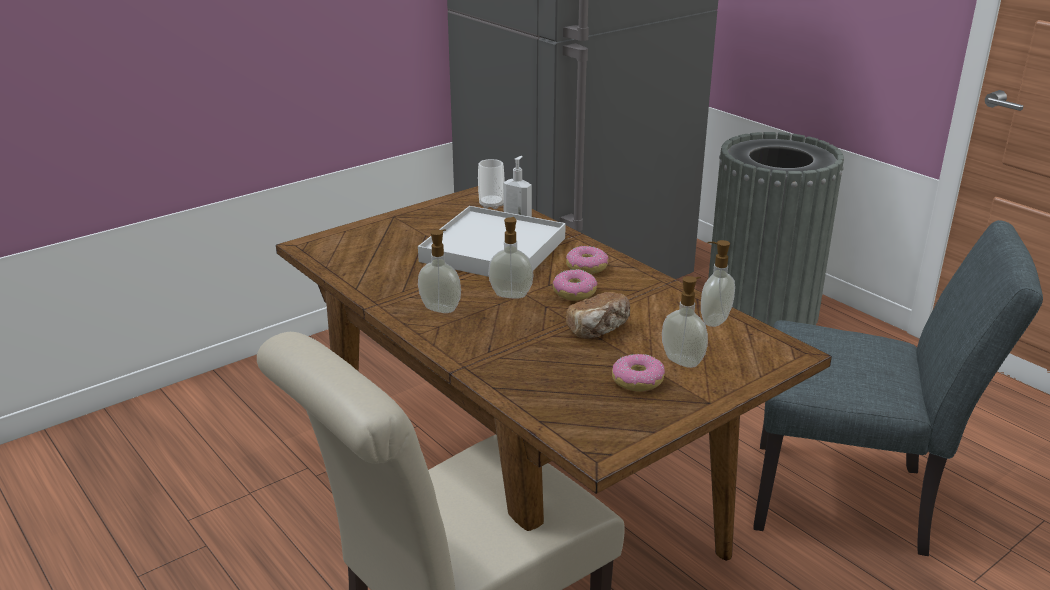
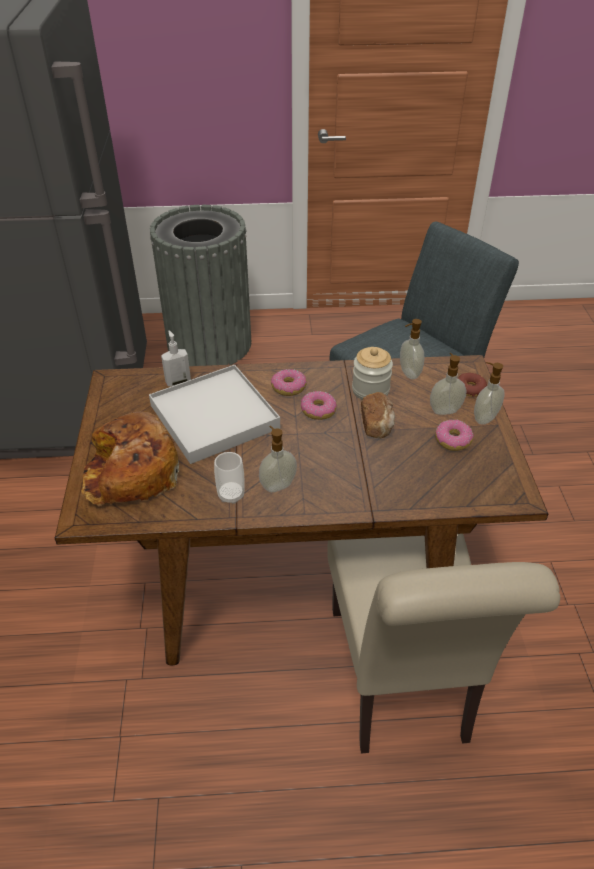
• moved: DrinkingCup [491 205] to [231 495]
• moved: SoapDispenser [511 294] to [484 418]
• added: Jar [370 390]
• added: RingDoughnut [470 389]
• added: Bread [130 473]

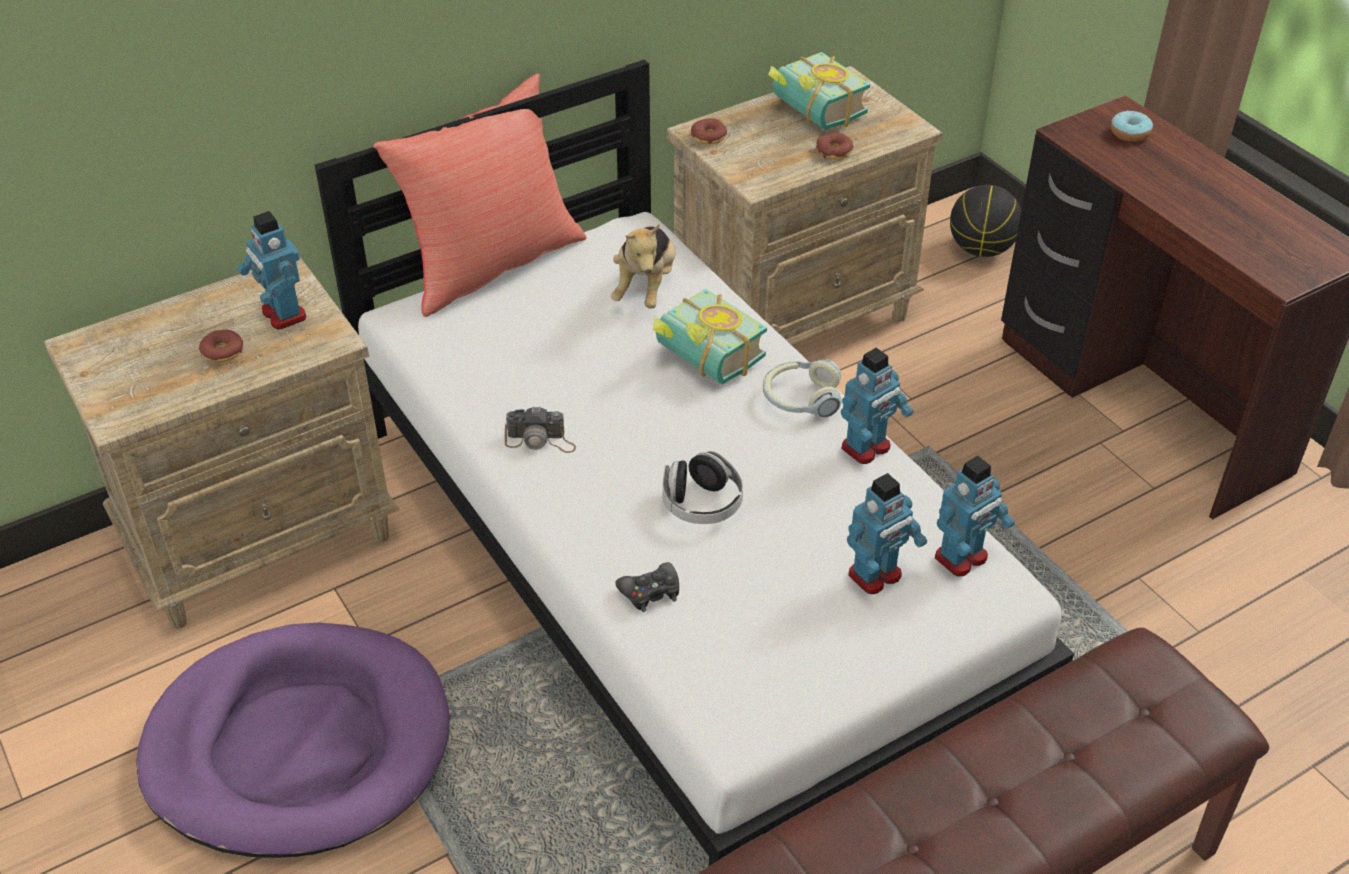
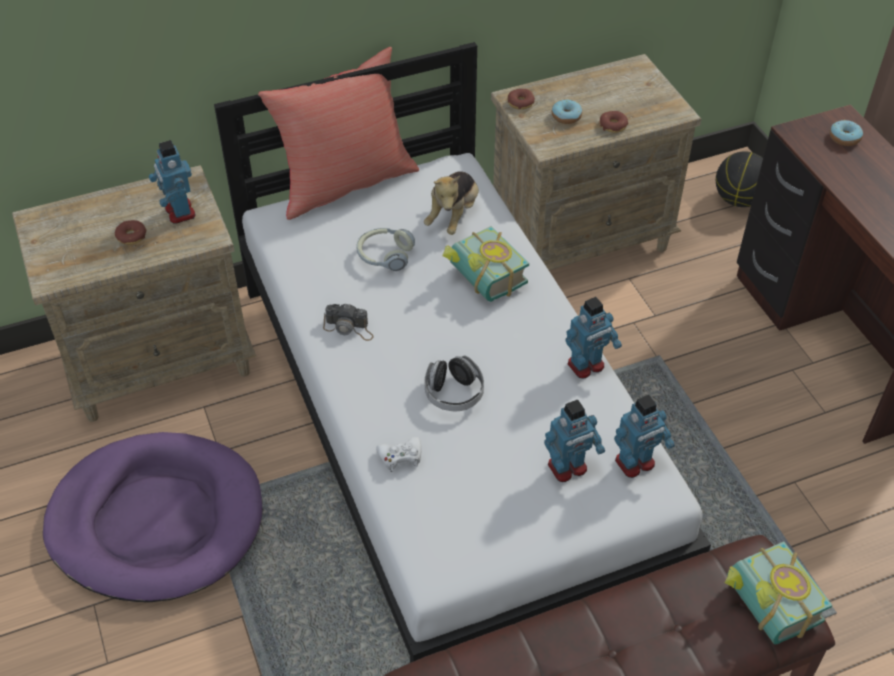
• moved: Volume [811 113] to [764 608]
• moved: Headphones [801 399] to [384 255]
• recoloured: BlackishGamepad [650 592] to WhiteGamepad [400 457]
• added: RingDoughnut [566 116]

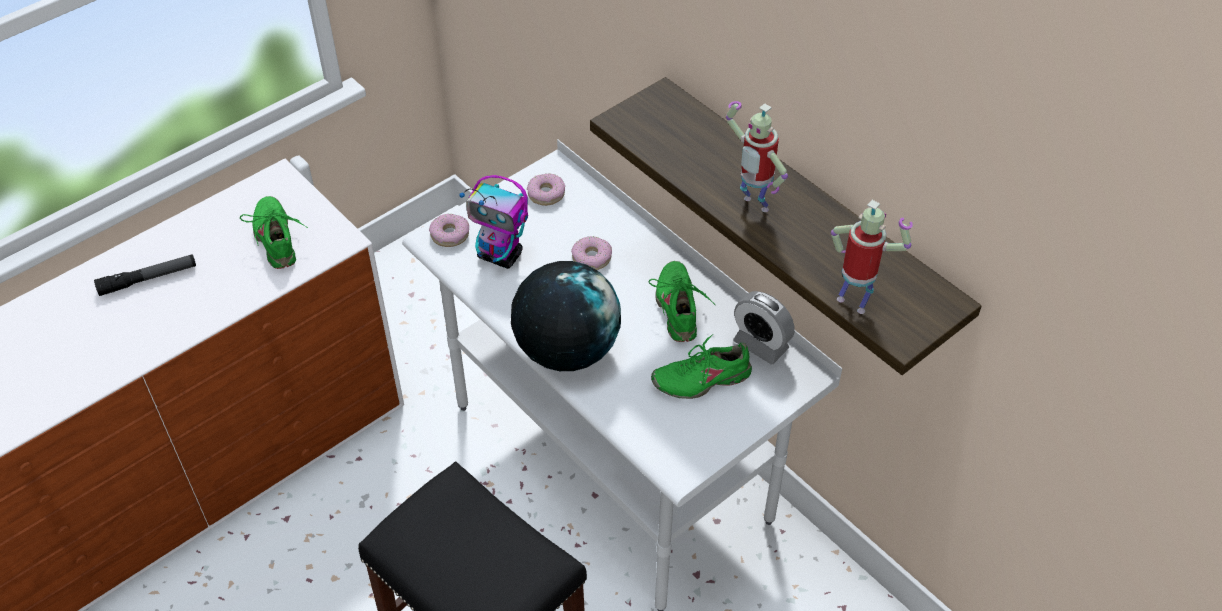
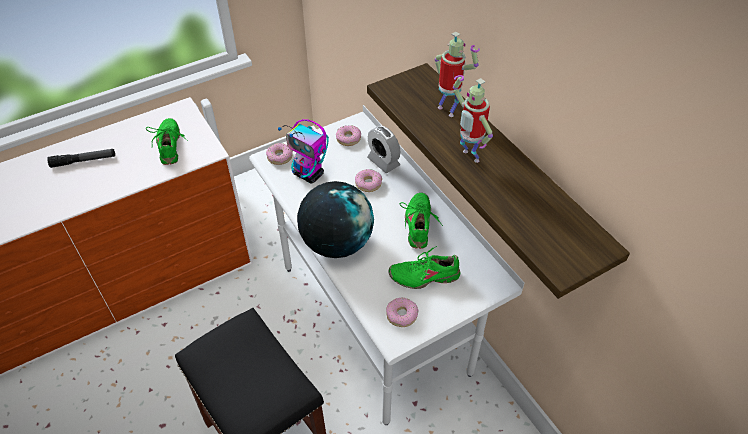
• moved: ToyRobot [854 302] to [448 110]
• moved: TableClock [761 345] to [383 162]
• added: RingDoughnut [401 315]

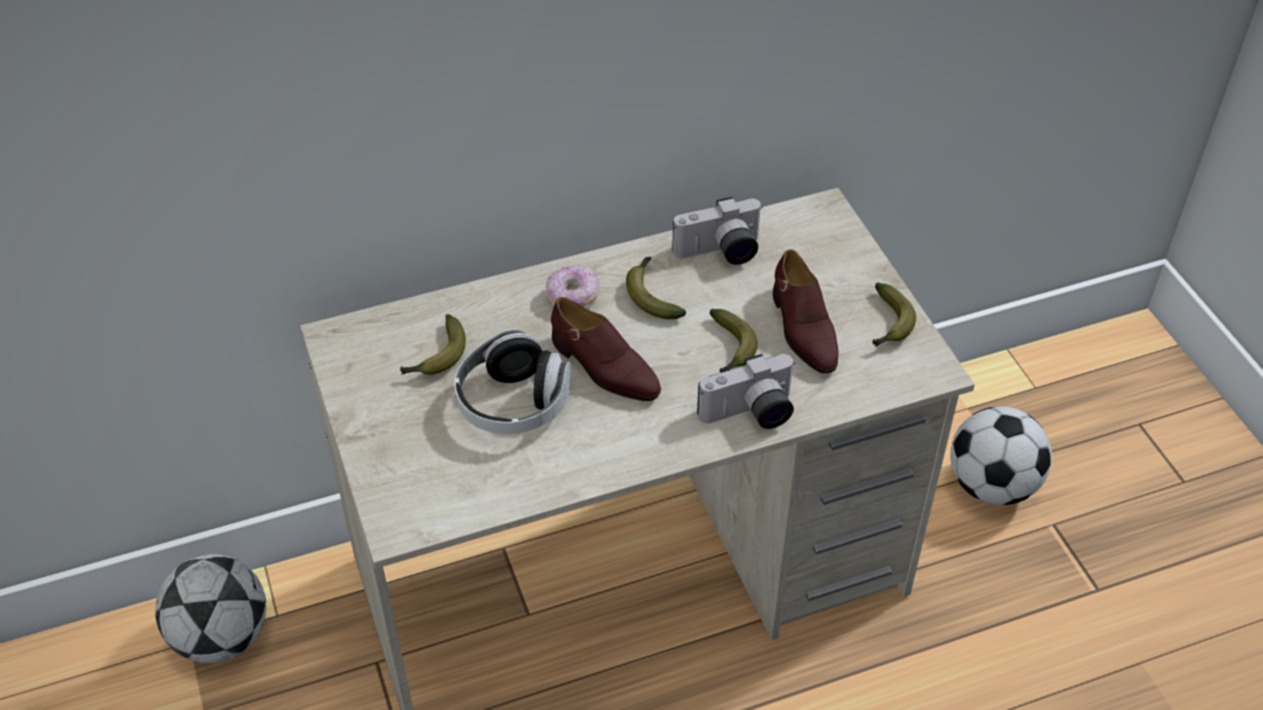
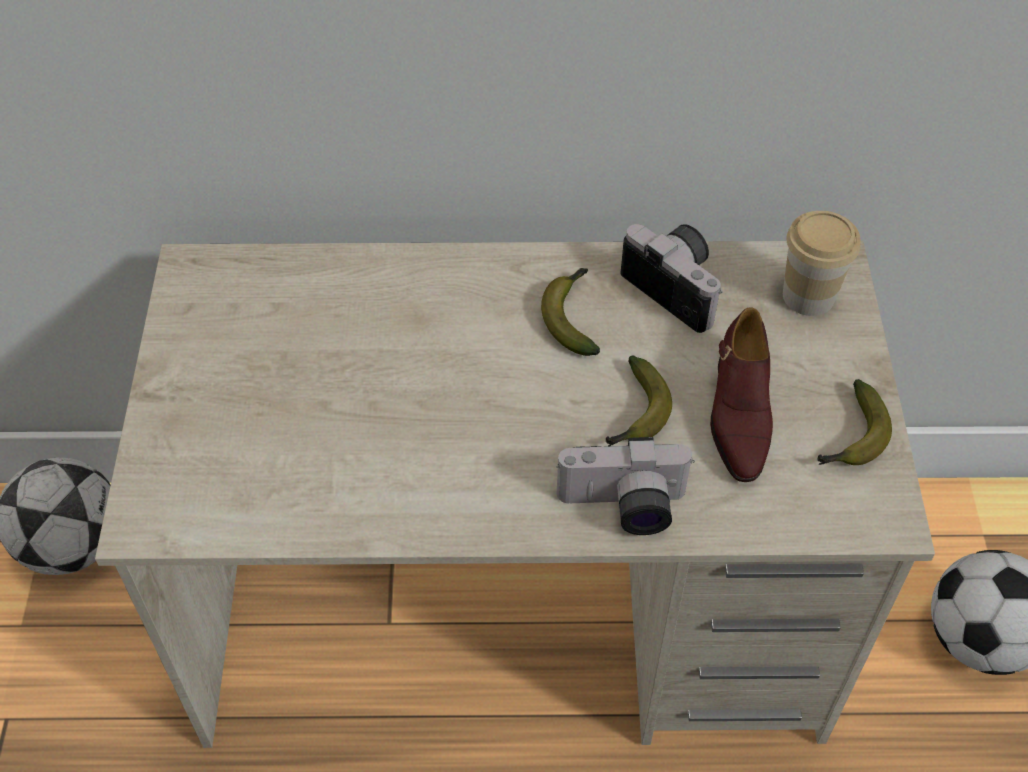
• turned: PhotoCamera [720 253] = [679 286] 135 degrees counterclockwise
• removed: RingDoughnut [573 297]
• removed: BrownishShoe [604 368]
• removed: WholeBanana [437 357]
• removed: Headphones [513 403]
• added: DrinkingCup [808 296]

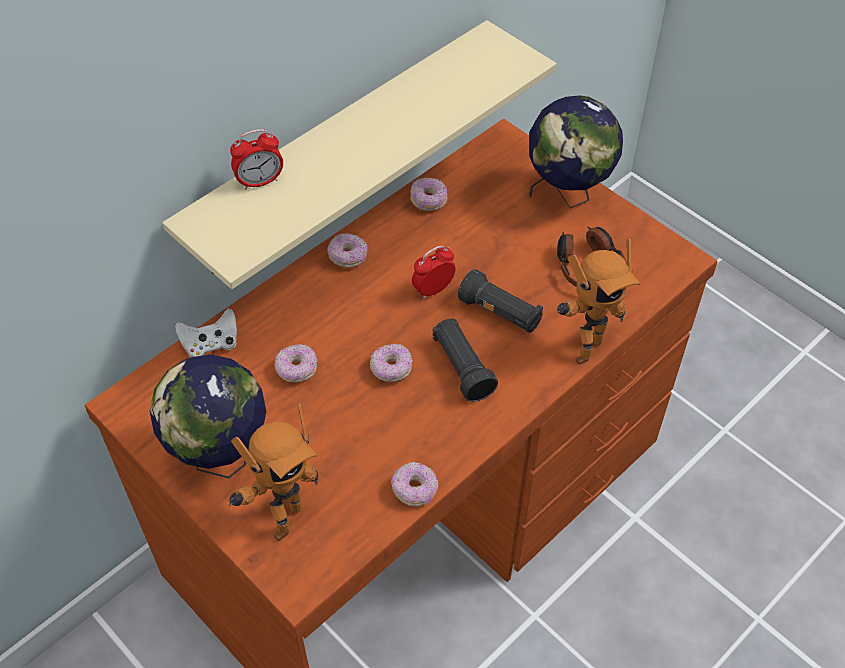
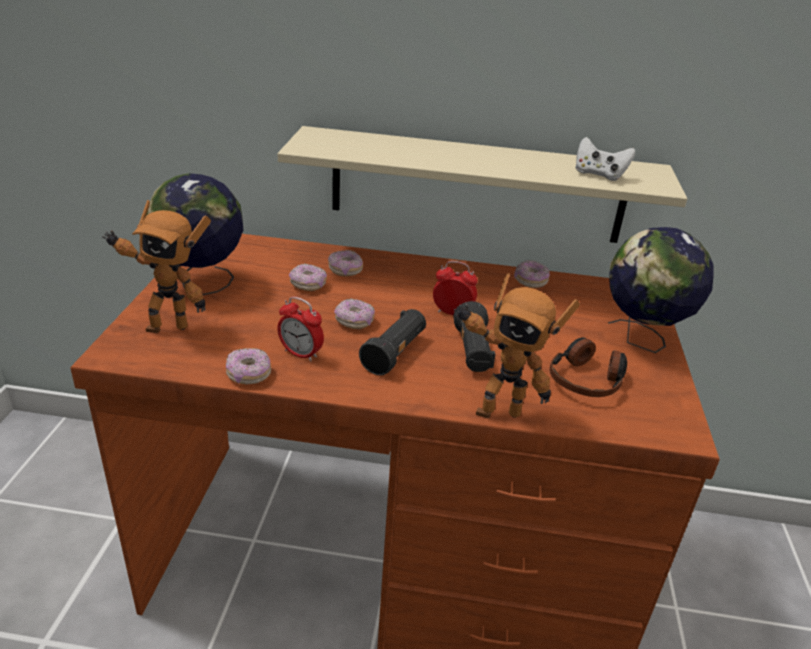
• moved: TableClock [260 182] to [301 354]
• moved: RingDoughnut [348 257] to [345 271]
• moved: WhiteGamepad [211 345] to [599 175]

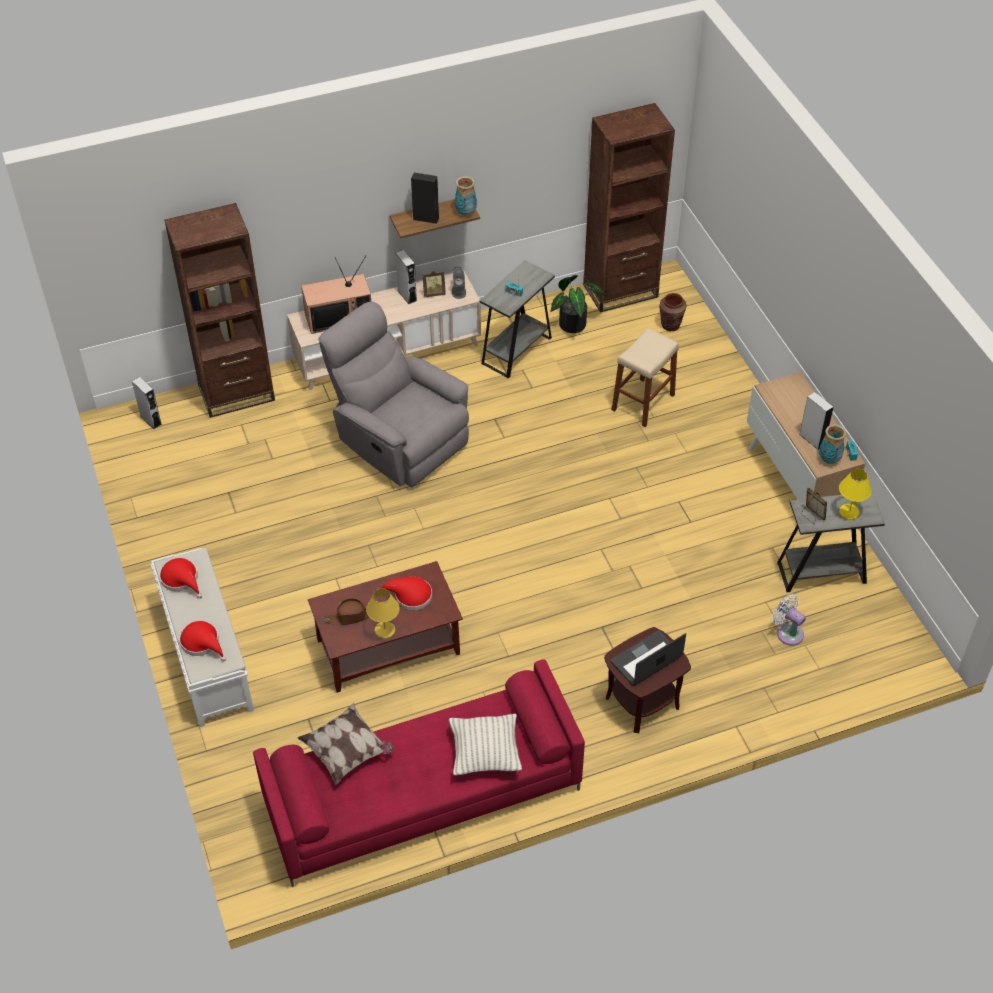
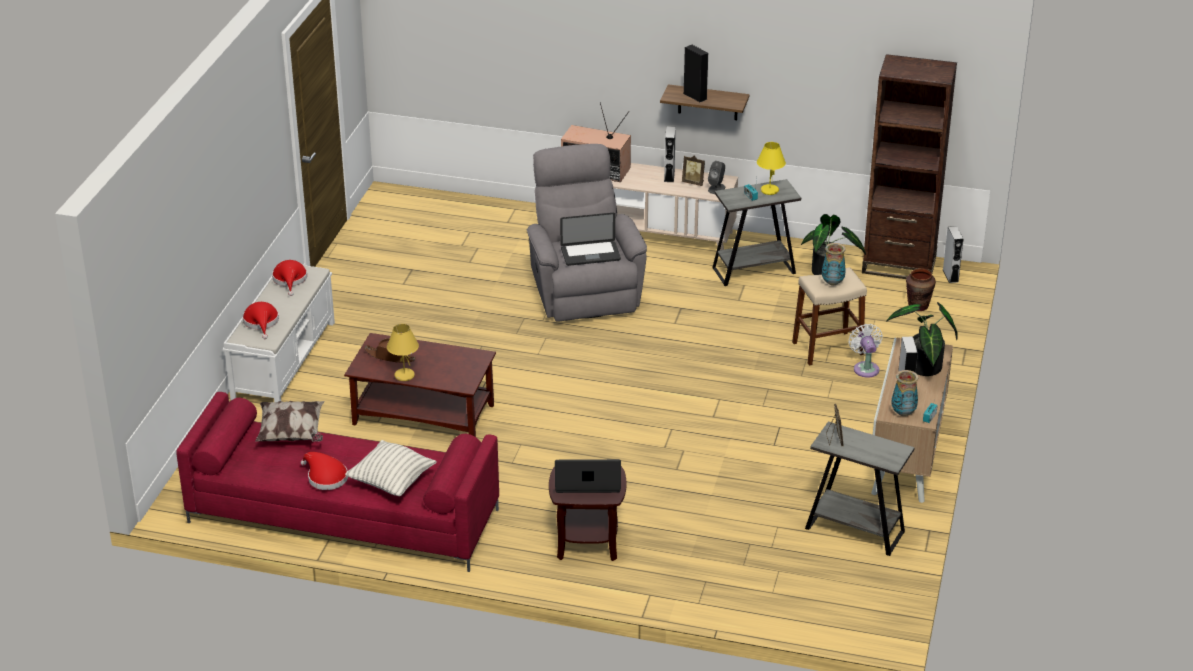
• moved: Vase [466 213] to [832 283]
• removed: BrownishBookshelf [236 393]
• moved: GreyLoudspeaker [151 420] to [950 276]
• moved: YellowTabletopLamp [848 512] to [769 190]
• moved: RedHat [409 596] to [325 477]
• moved: WhiteElectricFan [787 632] to [865 368]
• added: PortableComputer [590 254]
• added: Houseplant [923 369]

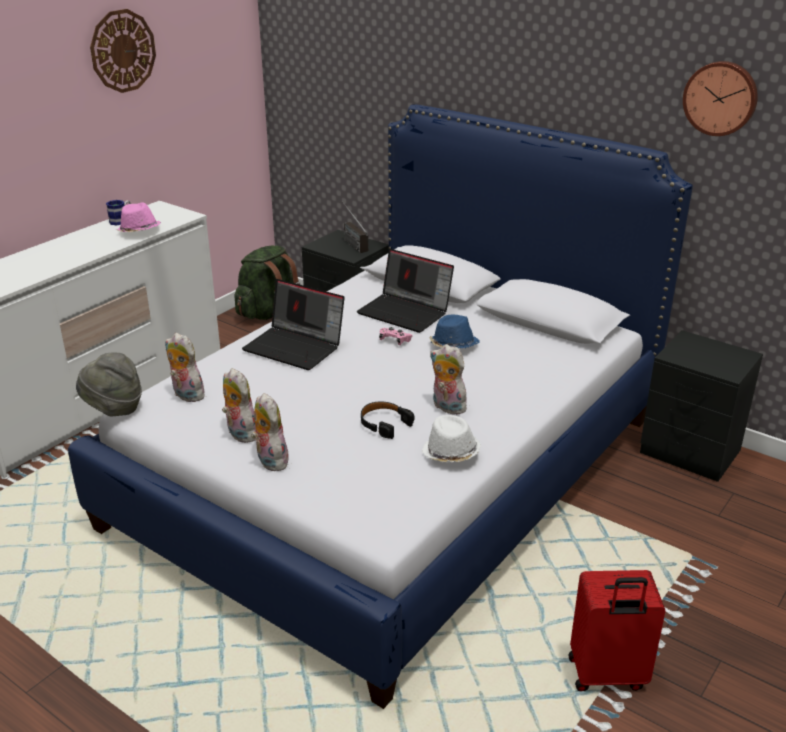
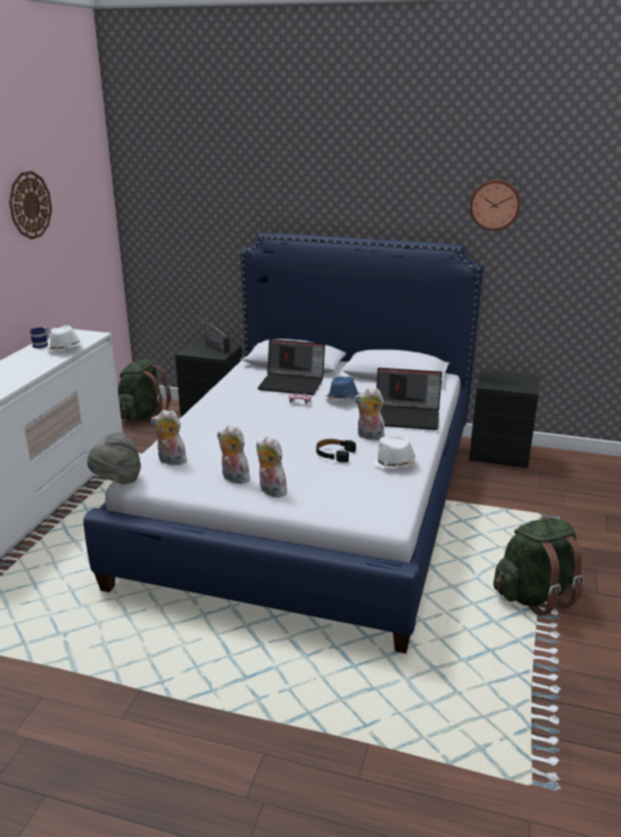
• recoloured: PinkHat [139 231] to WhiteHat [65 349]
• moved: PortableComputer [296 347] to [407 417]
• replaced: RedTravelCase [607 675] to GreenishKnapsack [535 595]

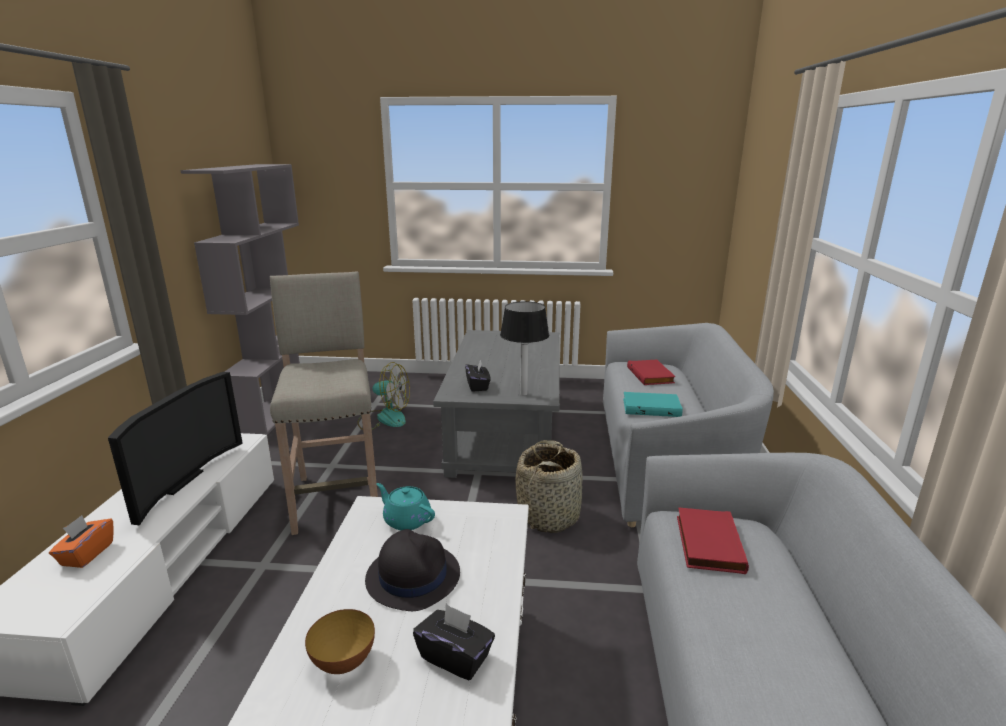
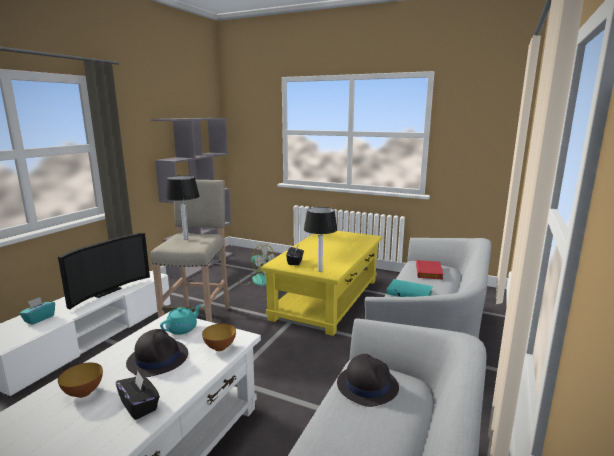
• recoloured: GreyLowTable [504 431] to YellowLowTable [326 298]
• removed: StorageBasket [549 515]
• turned: TurquoiseTeapot [406 520] = [182 329] 75 degrees clockwise
• replaced: RedVolume [707 543] to BlackishHat [367 385]
• recoloured: OrangeyBoxOfTissues [87 554] to TurquoiseBoxOfTissues [39 319]
• added: TabletopLamp [186 239]
• added: Bowl [220 348]

